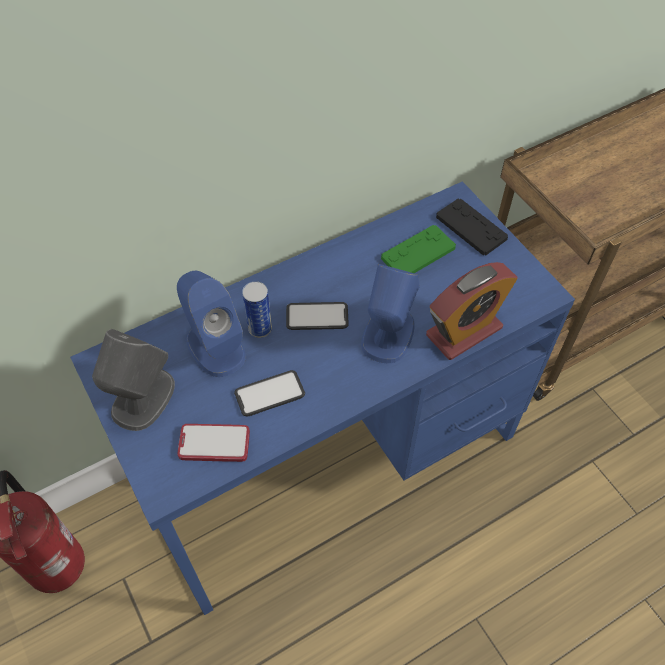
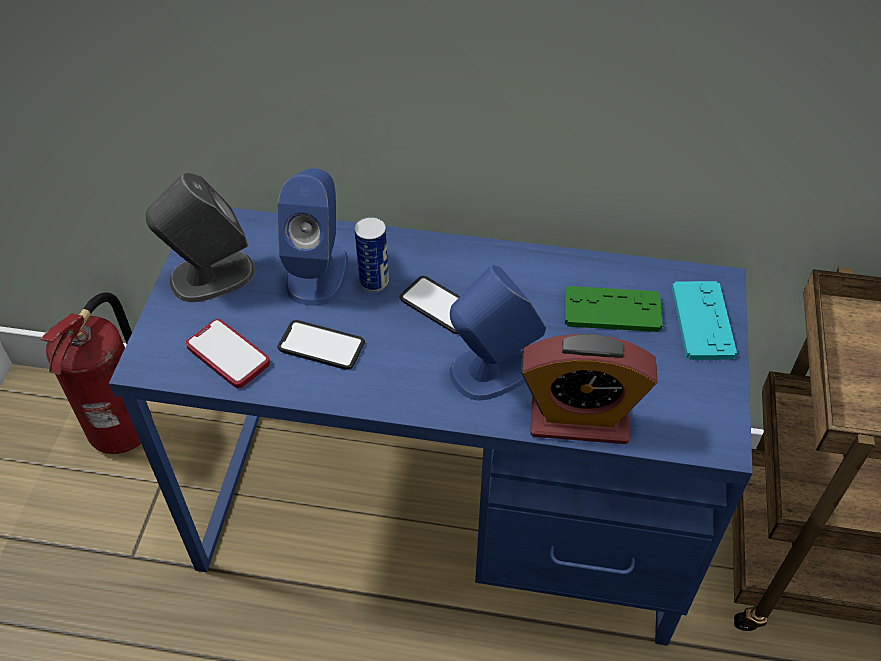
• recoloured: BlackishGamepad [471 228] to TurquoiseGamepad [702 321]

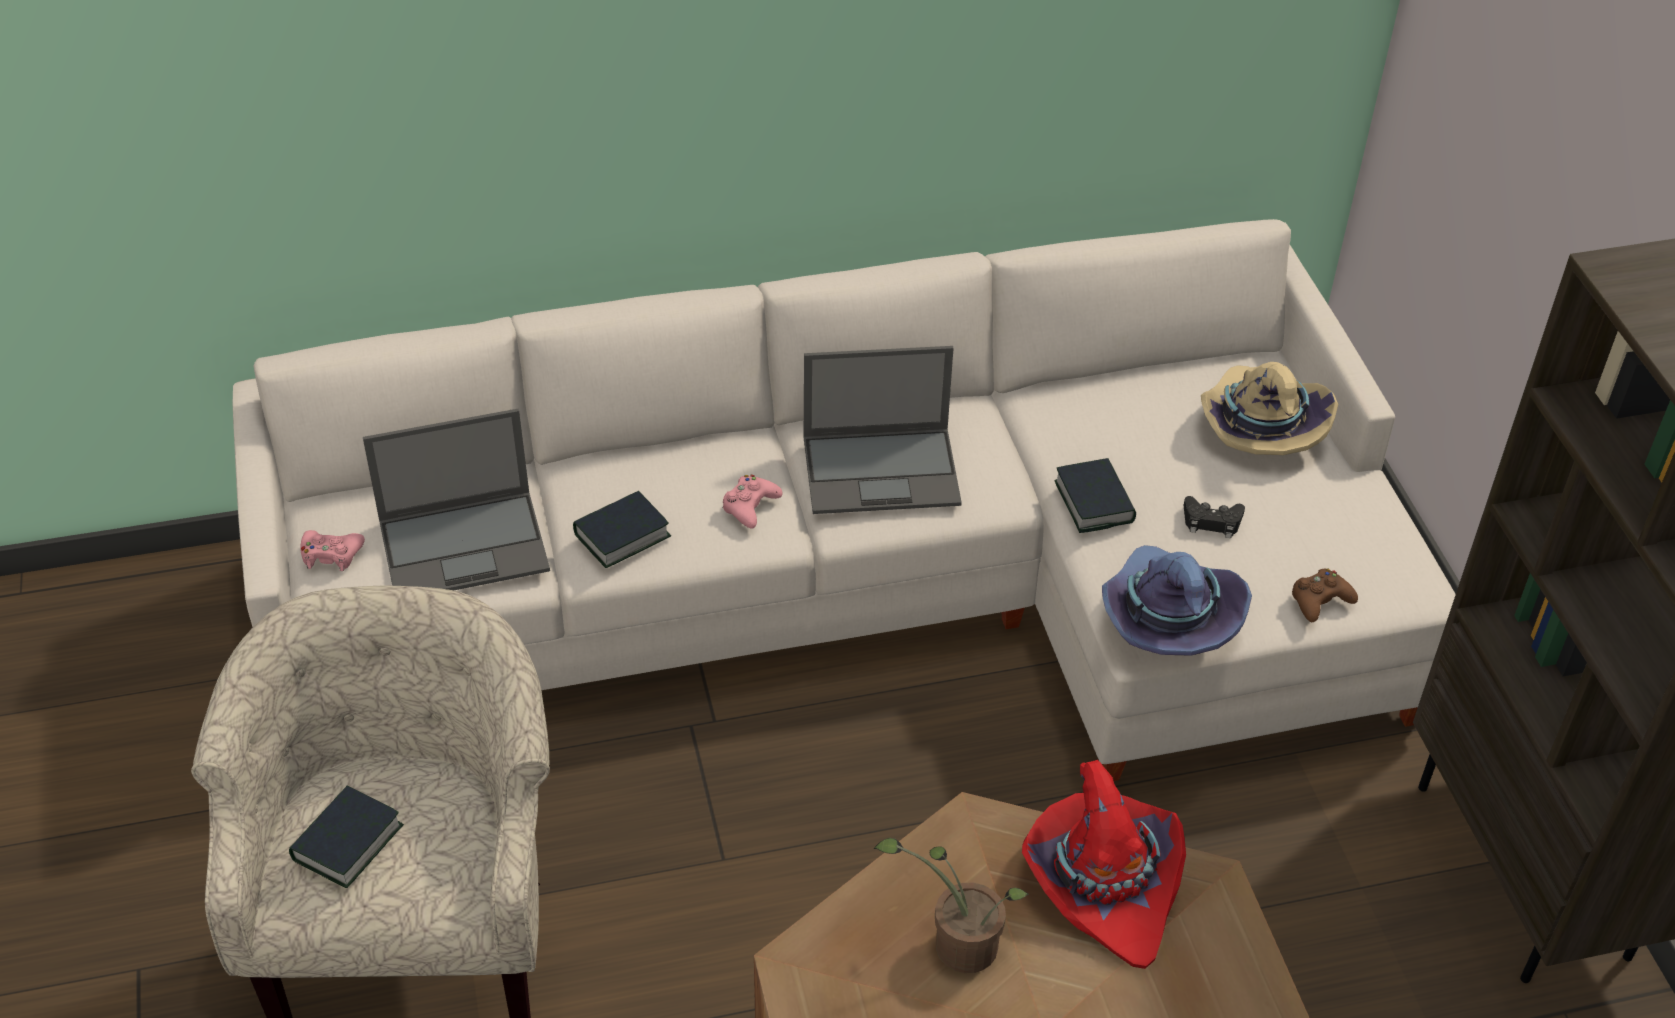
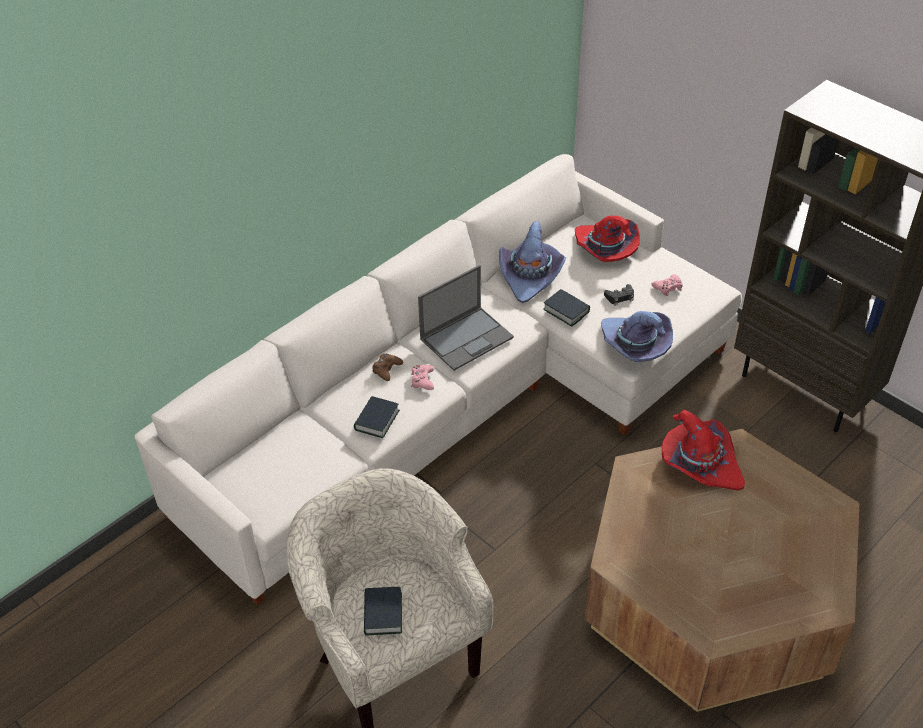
• recoloured: BeigeColouredHat [1258 426] to RedHat [604 249]
• removed: PortableComputer [466 545]
• moved: PinkGamepad [331 555] to [668 288]
• moved: BrownishGamepad [1320 600] to [386 369]
• removed: Houseplant [956 942]
• added: PurplishHat [530 275]

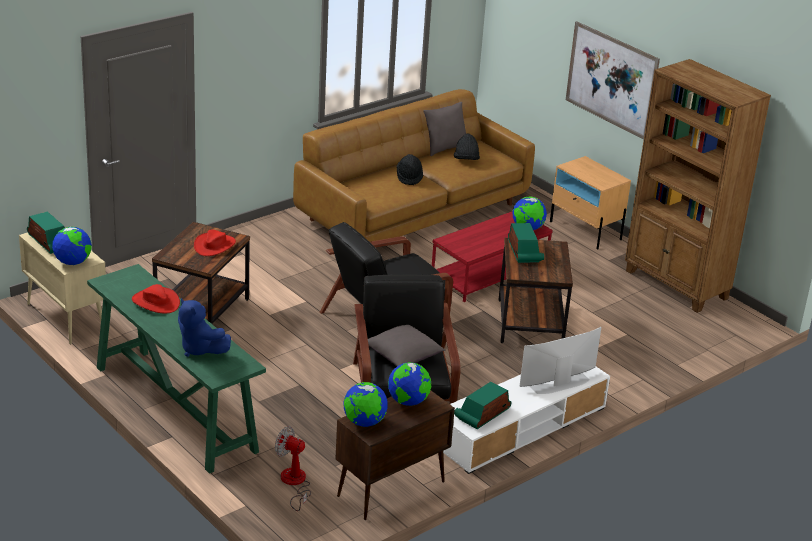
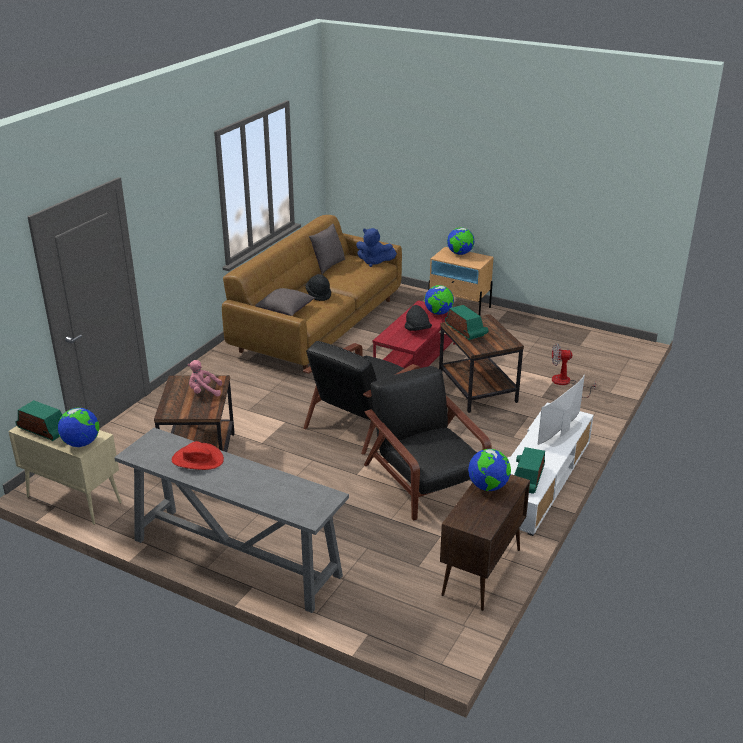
• removed: Picture [611 80]
• removed: BrownishBookshelf [676 285]
• moved: BlackishHat [466 160] to [417 330]
• replaced: RedHat [214 245] to PinkCuddlyToy [204 392]
• recoloured: GreenishConsoleTable [174 408] to GreyConsoleTable [235 557]
• moved: BlueCuddlyToy [200 349] to [374 262]
• moved: GreyCushion [403 357] to [285 310]
• moved: WorldGlobe [364 422] to [460 253]
• moved: ElectricFan [294 483] to [566 383]

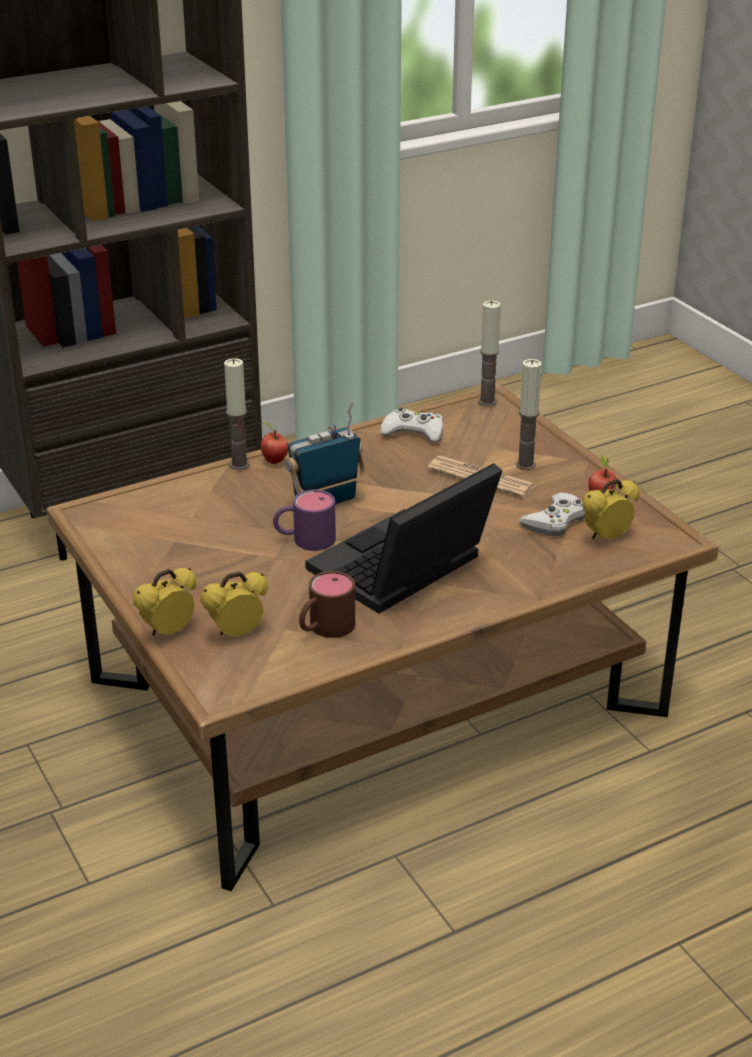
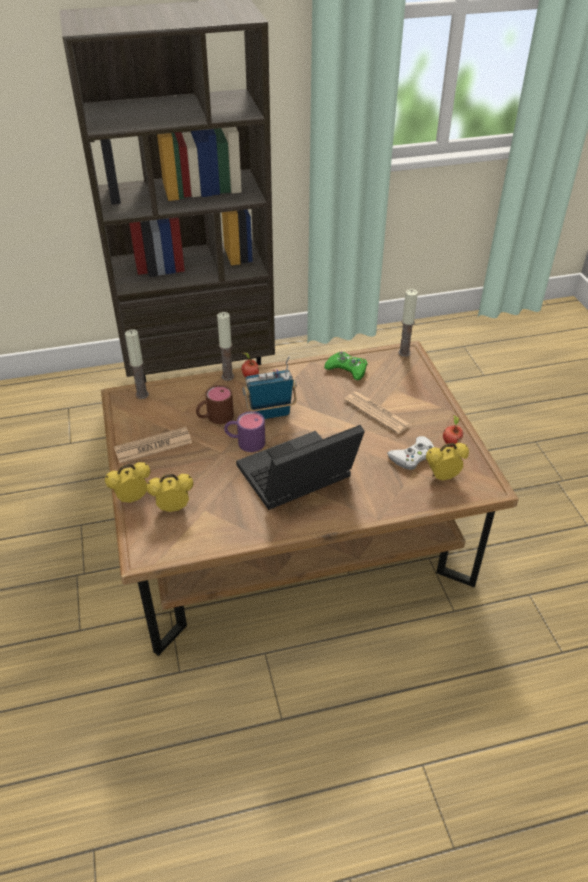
• moved: WaxCandle [525 465] to [142 394]
• recoloured: WhiteGamepad [414 432] to GreenishGamepad [347 369]
• moved: BrownishMug [324 629] to [214 417]
• added: Newspaper [153 446]

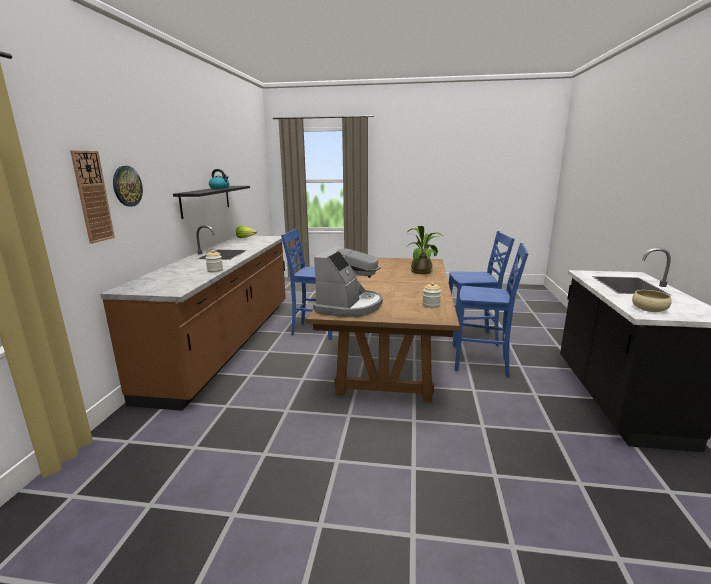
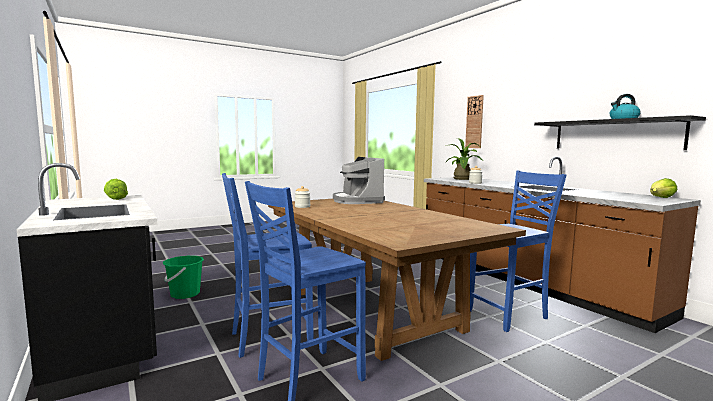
• removed: ClockOnTheWall [127 186]
• moved: Houseplant [423 271] to [463 179]
• replaced: BeigeColouredBowl [649 309] to Lettuce [116 198]
• added: GreenishWaterBucket [185 294]

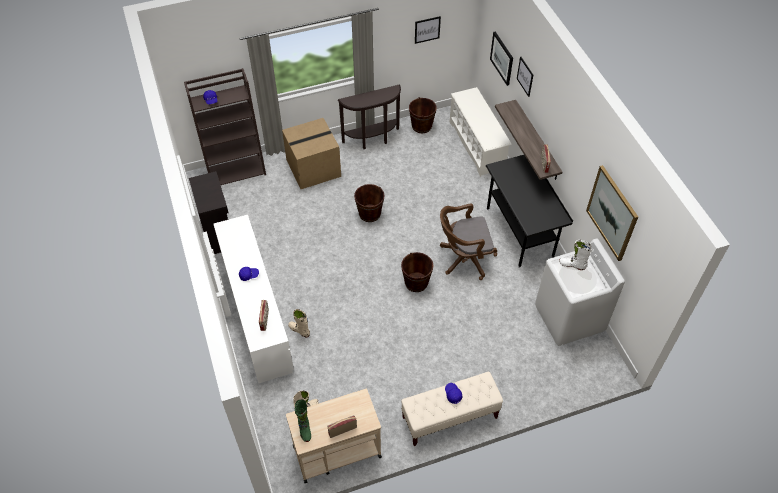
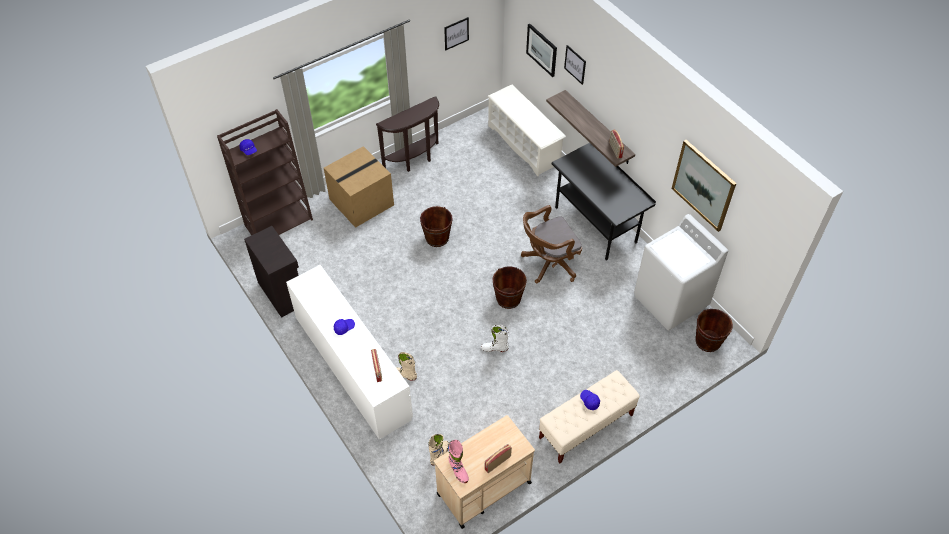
• moved: BrownishWaterBucket [421 126] to [708 341]
• moved: WhiteHighTopBoot [572 265] to [494 348]
• recoloured: GreenishHighTopBoot [304 429] to PinkHighTopBoot [458 470]

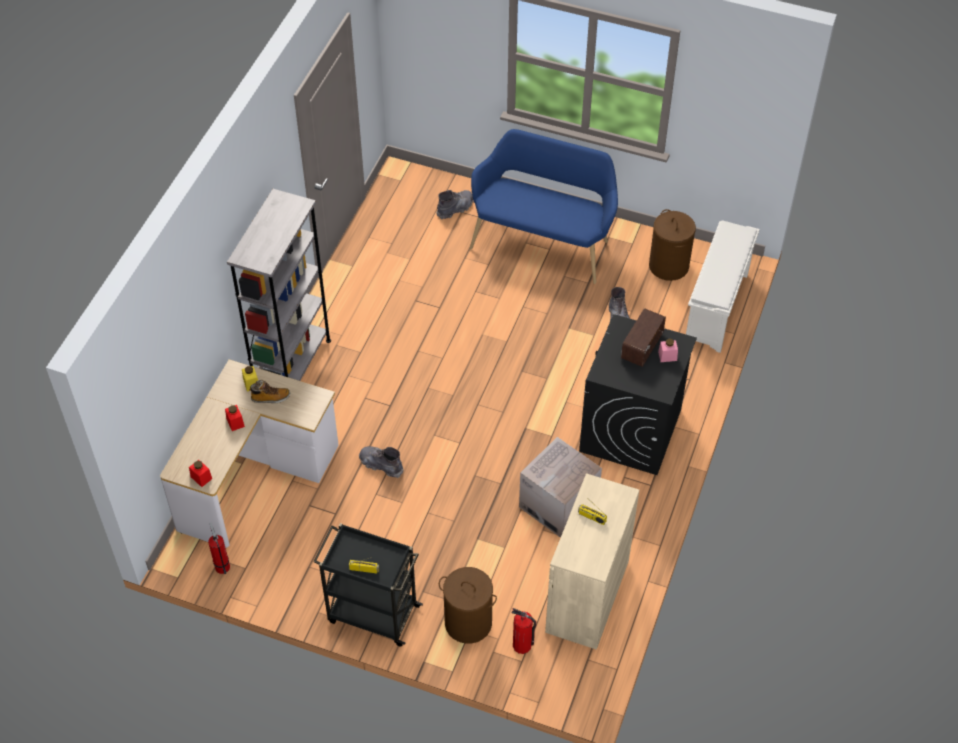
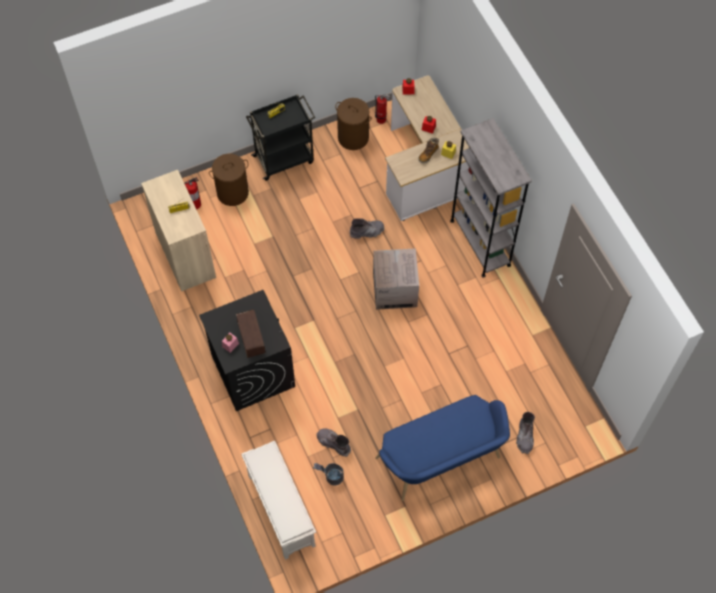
• moved: BrownishHamper [668 265] to [353 137]
• moved: PackingBox [558 504] to [395 290]
• added: GreyWaterBucket [331 477]

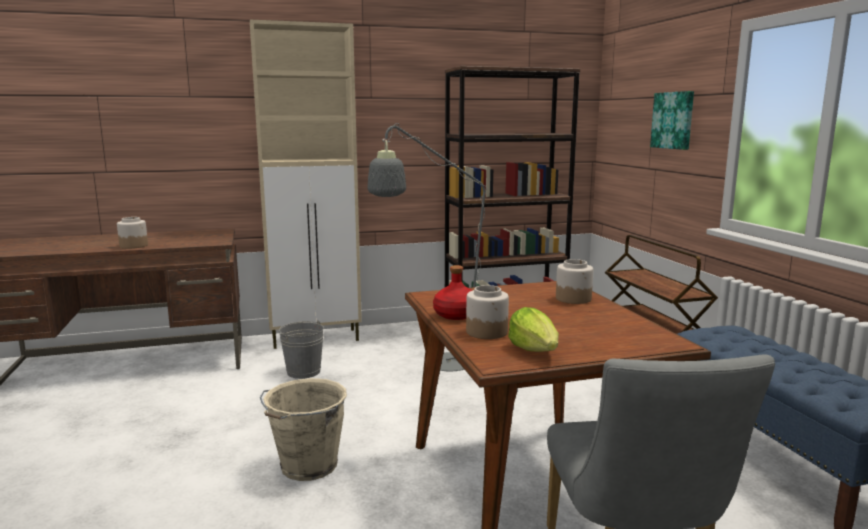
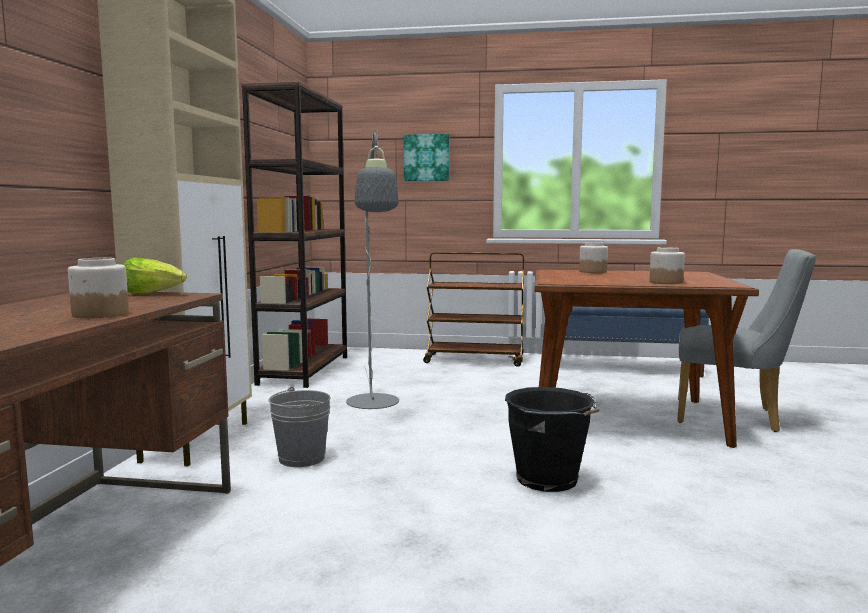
• removed: RedBottle [455 315]
• moved: Lettuce [535 350] to [152 294]
• recoloured: BeigeColouredWaterBucket [307 467] to BlackishWaterBucket [549 480]

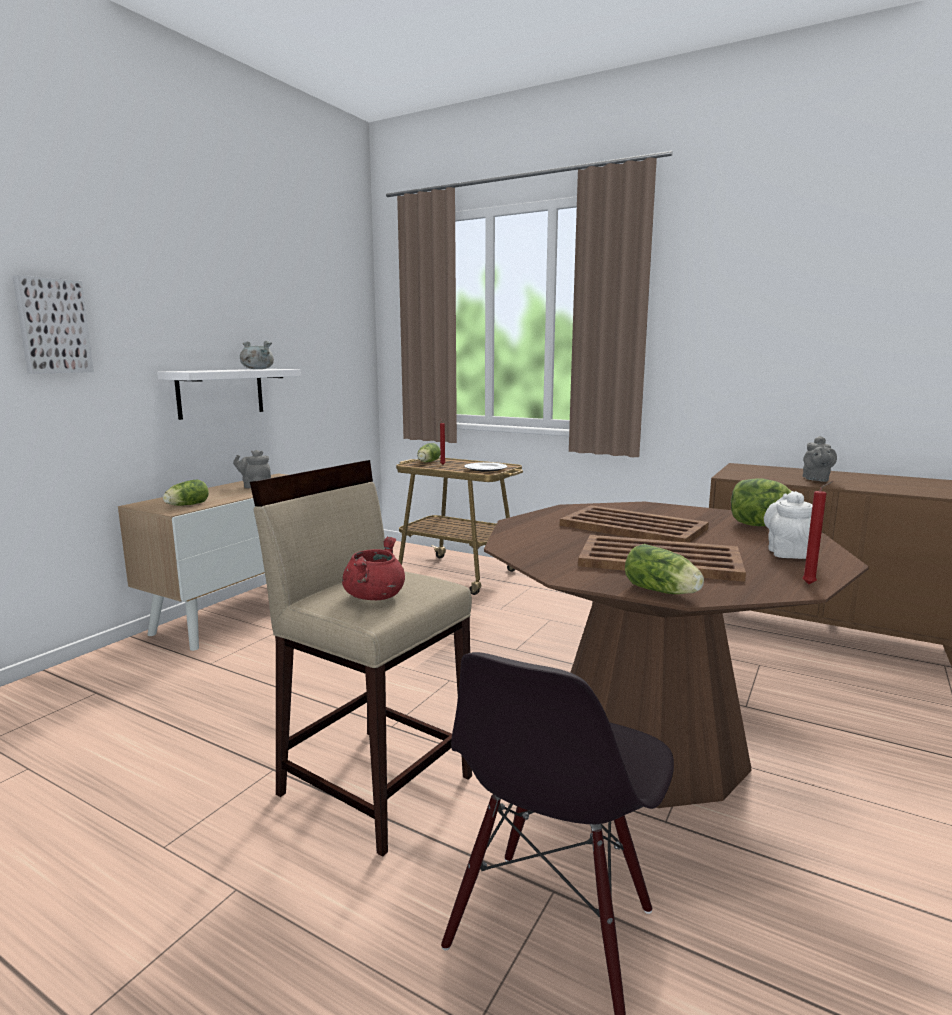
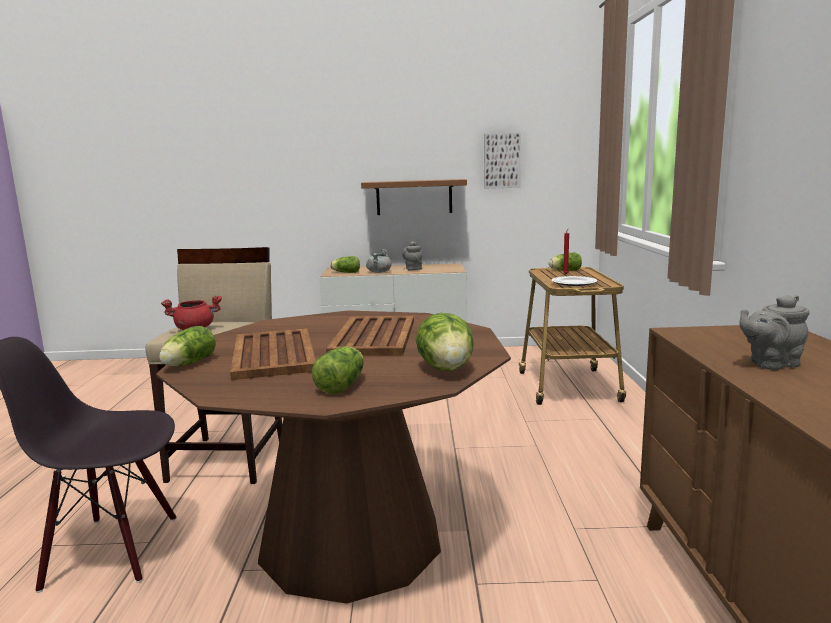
• moved: Picture [52 326] to [501 160]
• moved: GreySaucepot [257 369] to [379 272]
• recoloured: WhiteShelf [221 392] to BrownishShelf [414 197]
• removed: RedWaxCandle [811 584]
• replaced: WhiteTeapot [786 552] to Lettuce [343 384]

